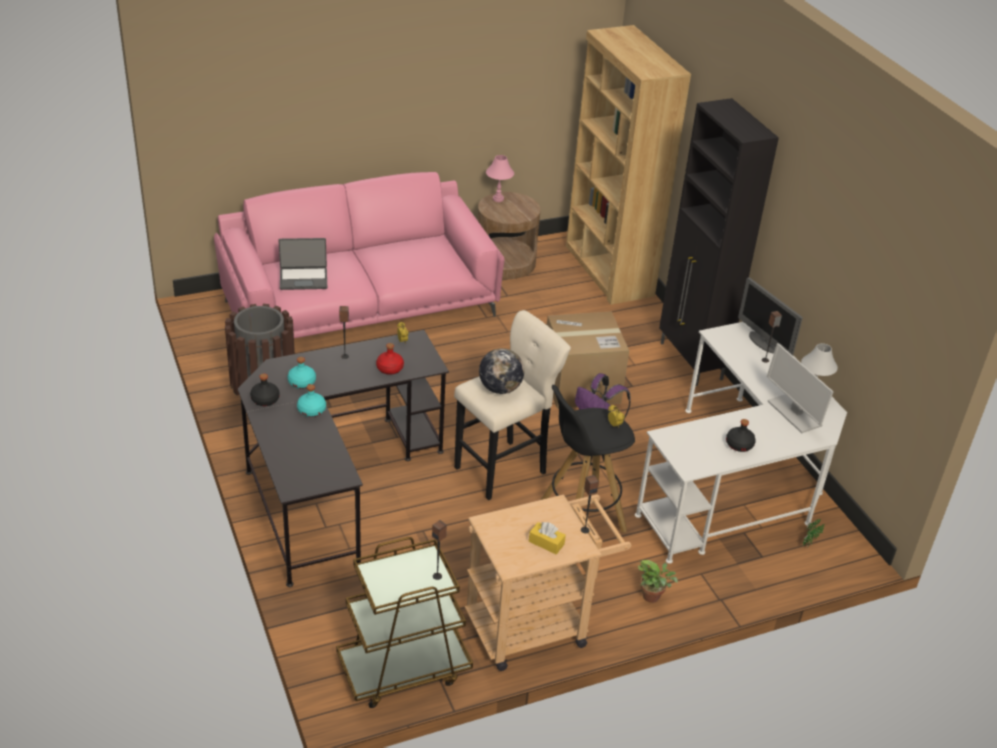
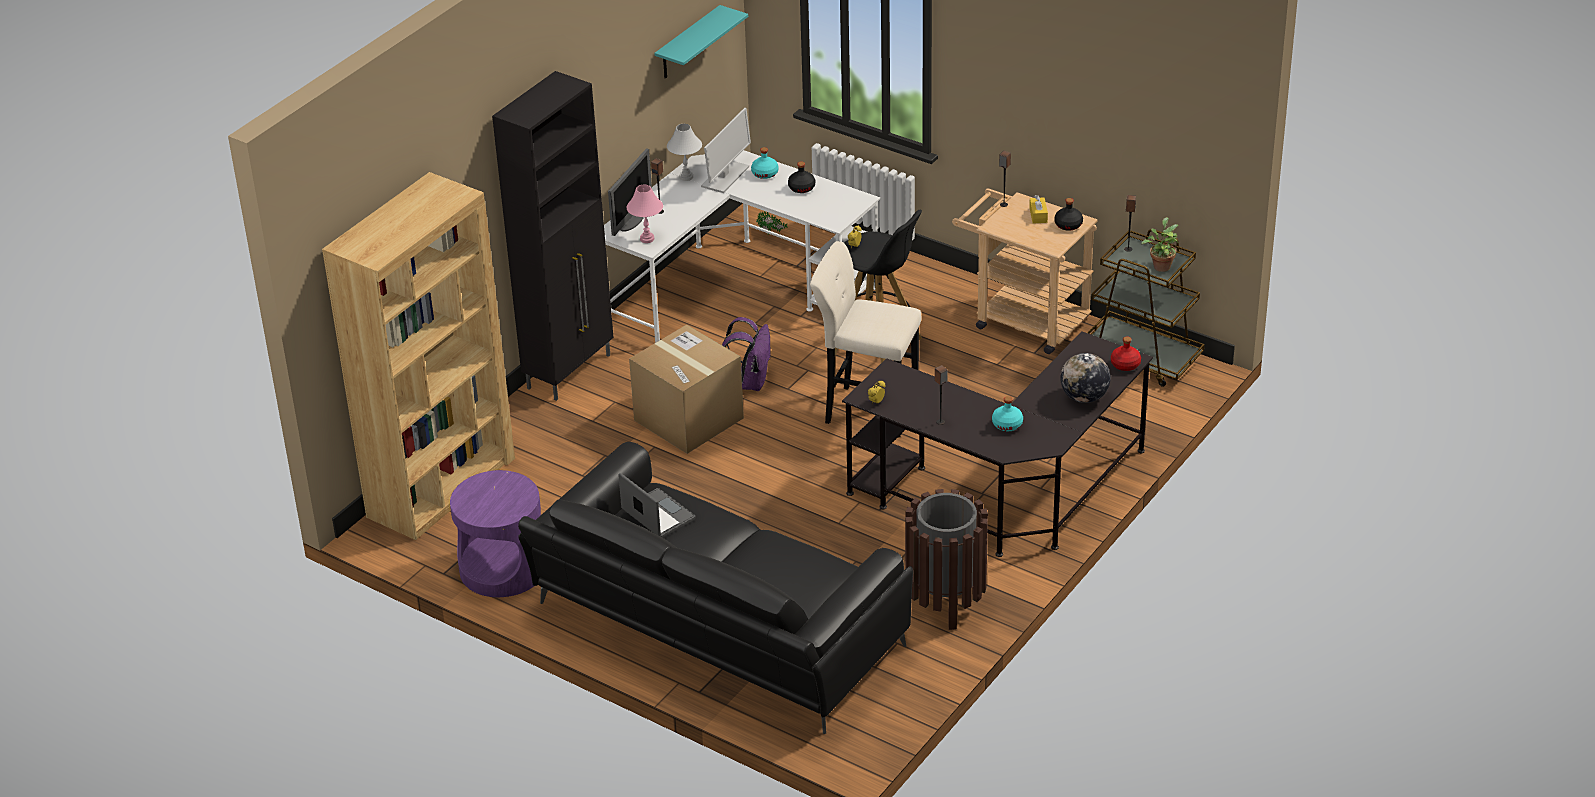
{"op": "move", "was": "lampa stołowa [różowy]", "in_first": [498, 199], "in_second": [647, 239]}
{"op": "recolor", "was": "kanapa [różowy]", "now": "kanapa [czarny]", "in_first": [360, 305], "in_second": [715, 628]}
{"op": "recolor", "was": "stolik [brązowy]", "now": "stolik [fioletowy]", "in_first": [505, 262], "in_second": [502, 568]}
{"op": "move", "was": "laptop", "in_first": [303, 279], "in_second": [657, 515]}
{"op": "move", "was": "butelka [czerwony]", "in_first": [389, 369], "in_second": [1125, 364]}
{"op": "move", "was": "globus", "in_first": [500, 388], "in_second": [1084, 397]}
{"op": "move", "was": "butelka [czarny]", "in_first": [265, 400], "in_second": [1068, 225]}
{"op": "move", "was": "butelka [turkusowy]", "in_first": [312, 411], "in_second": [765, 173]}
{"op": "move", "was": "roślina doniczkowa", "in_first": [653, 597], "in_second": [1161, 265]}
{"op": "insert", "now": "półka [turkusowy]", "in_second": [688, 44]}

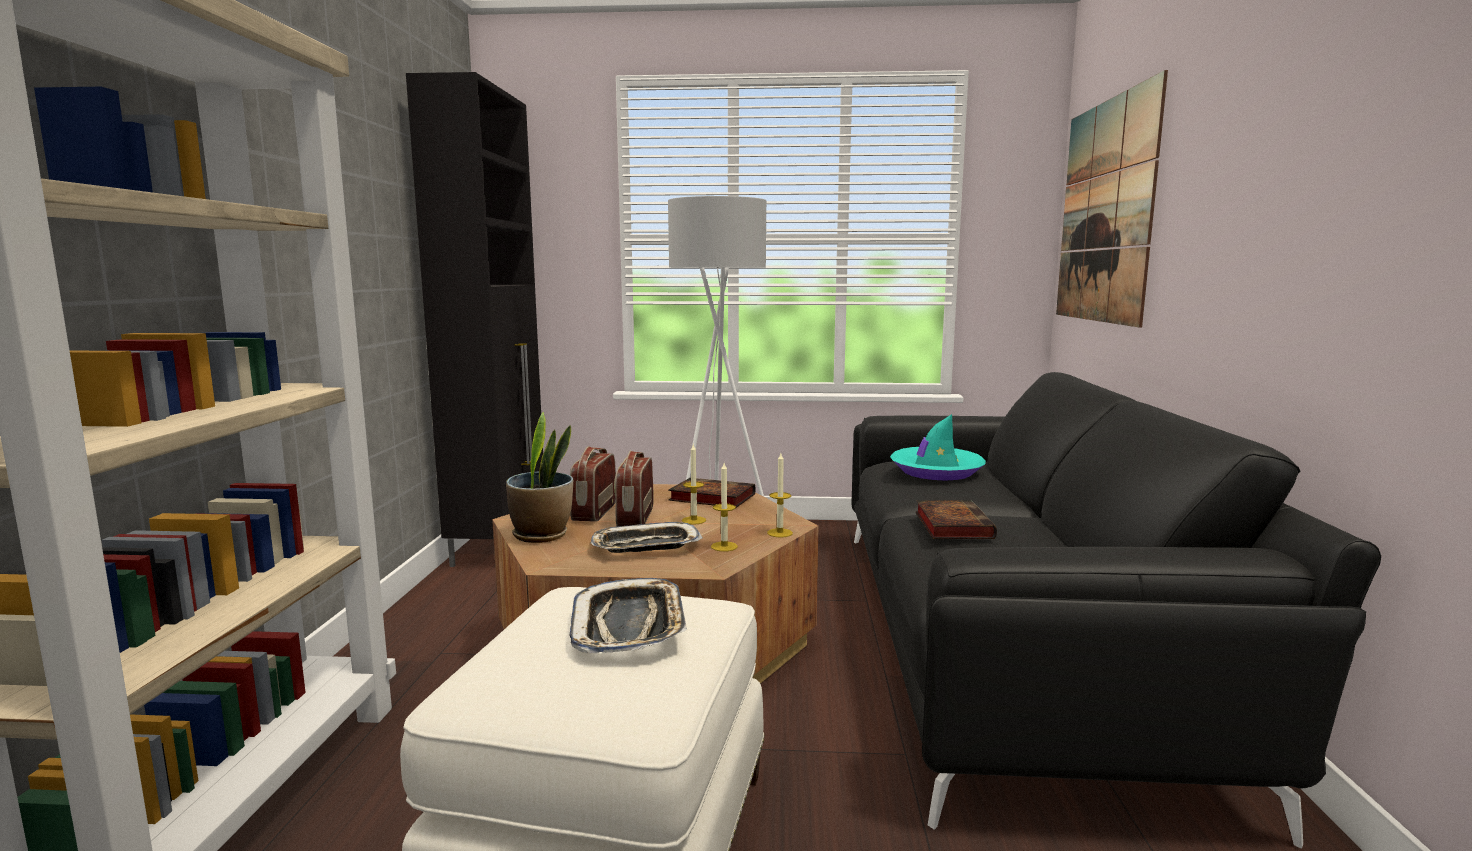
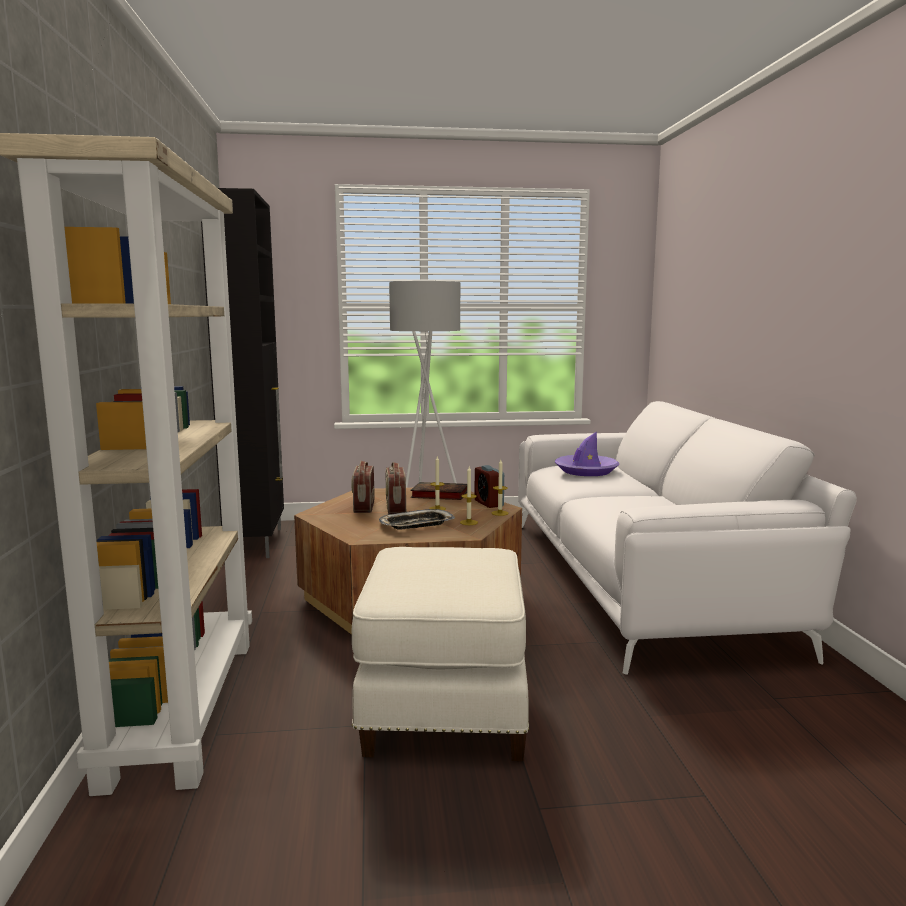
{"op": "delete", "was": "obraz", "in_first": [1105, 212]}
{"op": "recolor", "was": "kanapa [czarny]", "now": "kanapa [biały]", "in_first": [1007, 640], "in_second": [641, 579]}
{"op": "delete", "was": "roślina doniczkowa", "in_first": [542, 535]}
{"op": "recolor", "was": "kapelusz [turkusowy]", "now": "kapelusz [fioletowy]", "in_first": [936, 471], "in_second": [586, 471]}
{"op": "delete", "was": "książka", "in_first": [951, 525]}
{"op": "delete", "was": "taca", "in_first": [630, 625]}
{"op": "insert", "now": "budzik", "in_second": [488, 503]}

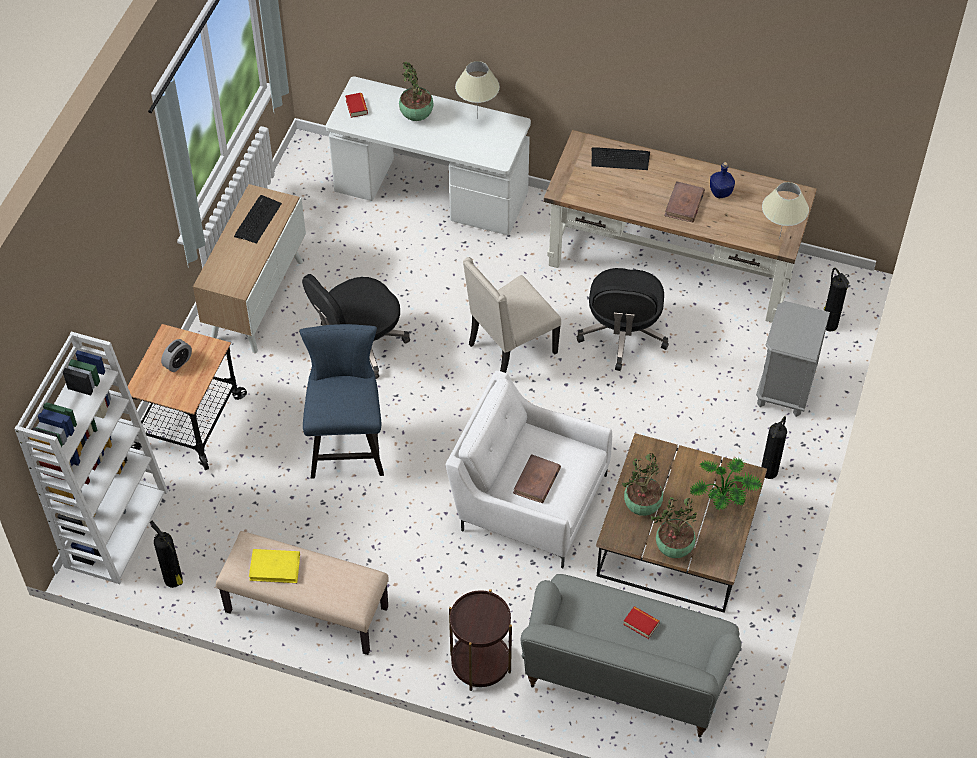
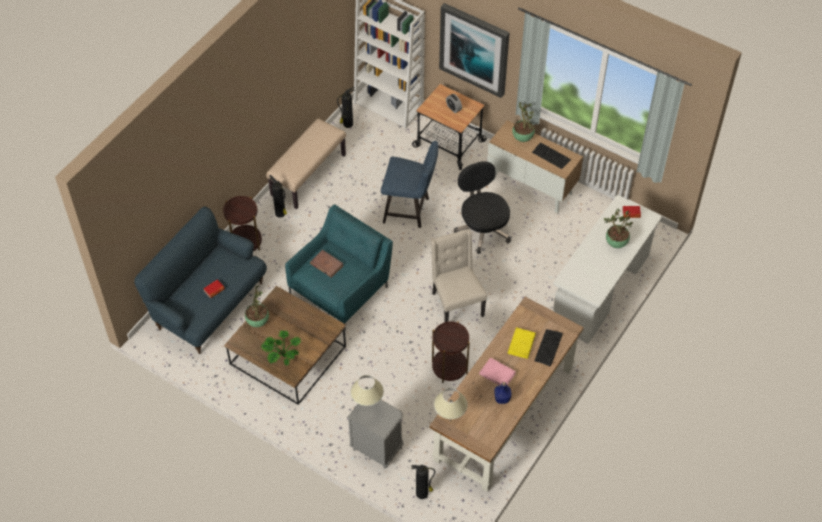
{"op": "move", "was": "lampa stołowa [beżowy]", "in_first": [477, 118], "in_second": [368, 408]}
{"op": "recolor", "was": "książka [brązowy]", "now": "książka [różowy]", "in_first": [684, 204], "in_second": [497, 374]}
{"op": "replace", "was": "krzesło biurowe [czarny]", "now": "stolik [brązowy]", "in_first": [622, 335], "in_second": [449, 367]}
{"op": "recolor", "was": "fotel [biały]", "now": "fotel [turkusowy]", "in_first": [528, 500], "in_second": [341, 287]}
{"op": "move", "was": "gaśnica", "in_first": [769, 471], "in_second": [281, 214]}
{"op": "move", "was": "roślina doniczkowa", "in_first": [641, 507], "in_second": [522, 137]}
{"op": "move", "was": "książka [żółty]", "in_first": [275, 567], "in_second": [521, 344]}
{"op": "recolor", "was": "kanapa [szary]", "now": "kanapa [niebieski]", "in_first": [626, 678], "in_second": [209, 305]}
{"op": "insert", "now": "obraz", "in_second": [474, 49]}

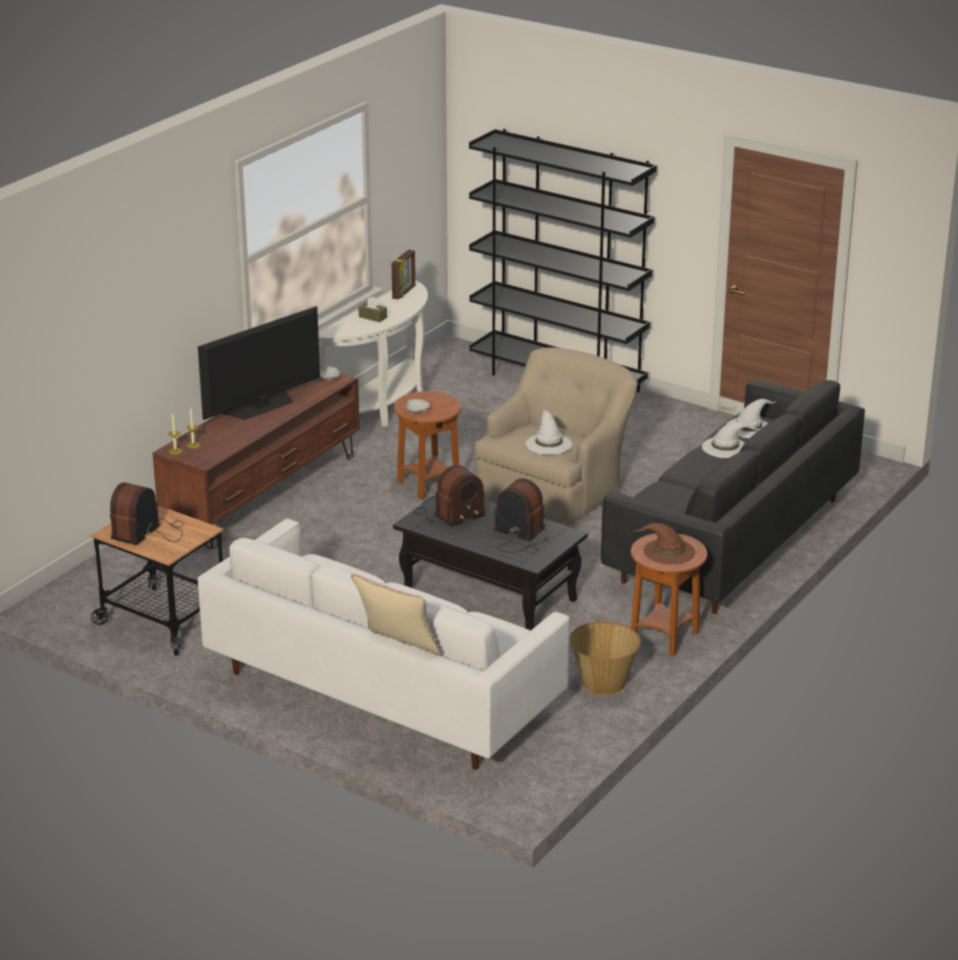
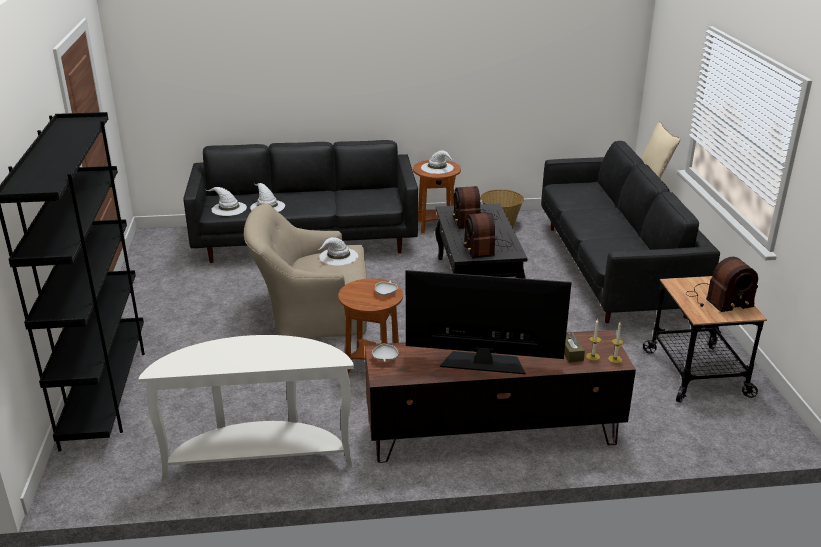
{"op": "delete", "was": "ramka na zdjęcie", "in_first": [404, 292]}
{"op": "move", "was": "pudełko chusteczek [brązowy]", "in_first": [372, 317], "in_second": [571, 354]}
{"op": "rotate", "was": "radio", "in_first": [448, 513], "in_second": [485, 247], "clockwise": -120}
{"op": "recolor", "was": "kanapa [biały]", "now": "kanapa [czarny]", "in_first": [384, 692], "in_second": [612, 270]}
{"op": "recolor", "was": "kapelusz [brązowy]", "now": "kapelusz [biały]", "in_first": [668, 551], "in_second": [437, 167]}

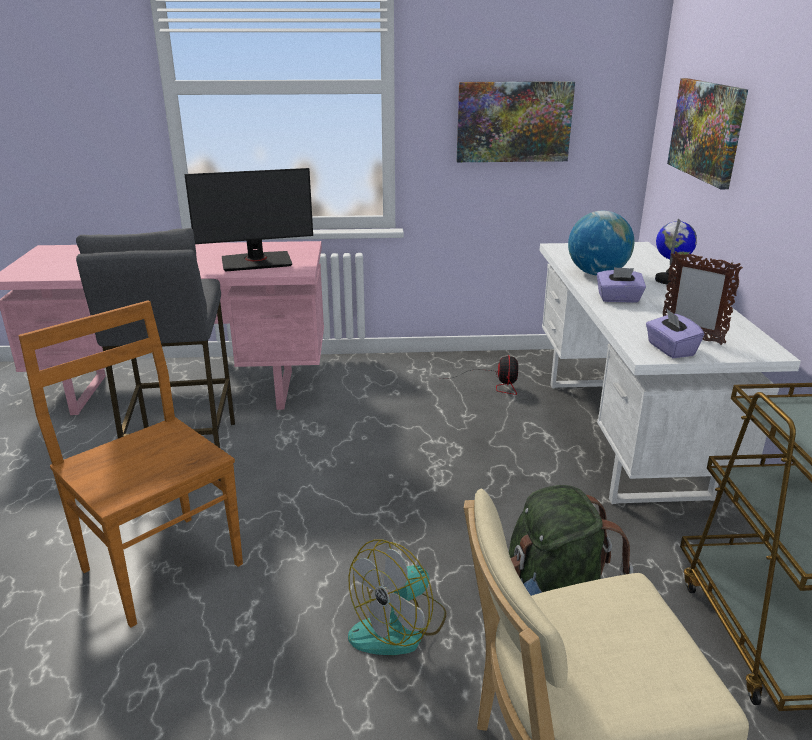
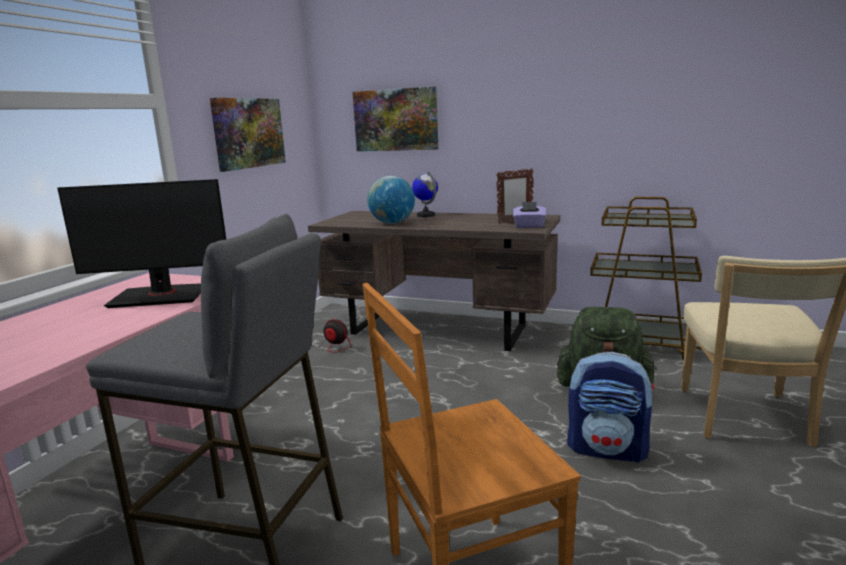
{"op": "rotate", "was": "monitor", "in_first": [256, 262], "in_second": [160, 296], "clockwise": 75}
{"op": "recolor", "was": "biurko [biały]", "now": "biurko [brązowy]", "in_first": [623, 435], "in_second": [439, 330]}
{"op": "delete", "was": "pudełko chusteczek [fioletowy]", "in_first": [618, 299]}
{"op": "replace", "was": "wentylator", "now": "plecak", "in_first": [399, 626], "in_second": [608, 449]}

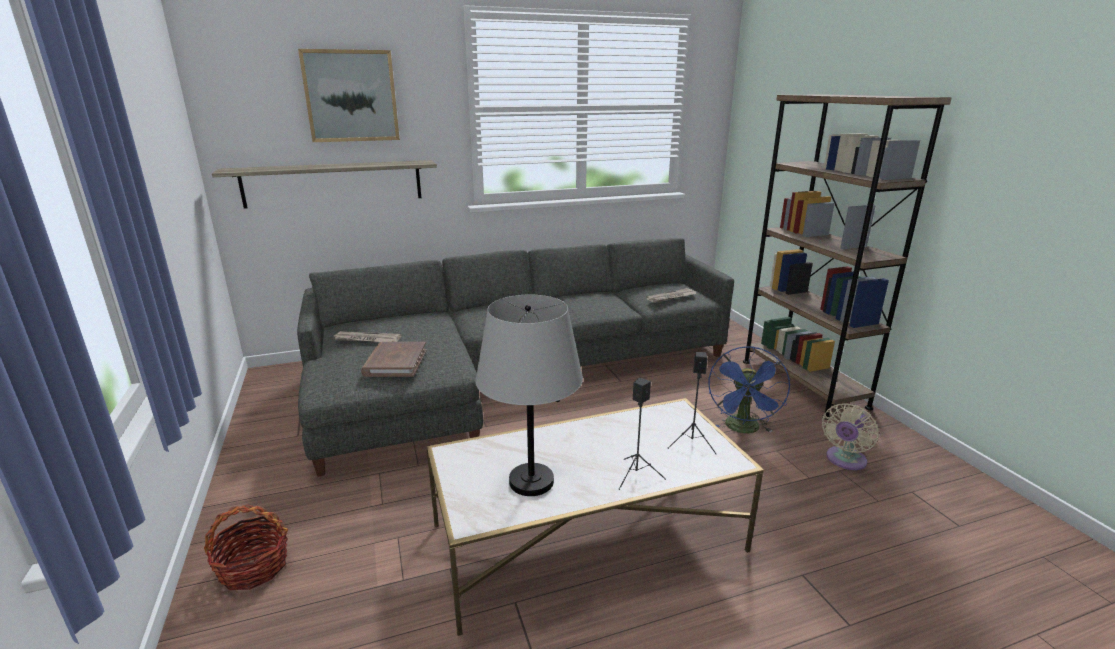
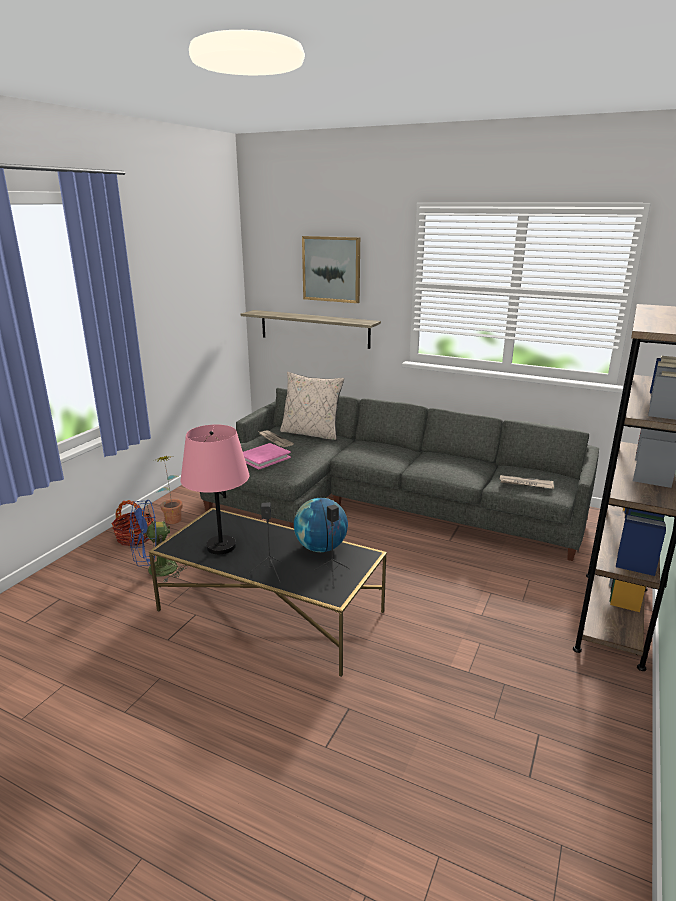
{"op": "recolor", "was": "lampa stołowa [szary]", "now": "lampa stołowa [różowy]", "in_first": [530, 482], "in_second": [220, 546]}
{"op": "recolor", "was": "książka [brązowy]", "now": "książka [różowy]", "in_first": [395, 362], "in_second": [264, 458]}
{"op": "move", "was": "wentylator [niebieski]", "in_first": [743, 429], "in_second": [156, 571]}
{"op": "recolor", "was": "ława [biały]", "now": "ława [czarny]", "in_first": [587, 537], "in_second": [271, 611]}
{"op": "delete", "was": "wentylator [beżowy]", "in_first": [844, 460]}
{"op": "insert", "now": "poduszka [beżowy]", "in_second": [311, 433]}
{"op": "insert", "now": "roślina doniczkowa", "in_second": [172, 517]}
{"op": "insert", "now": "globus", "in_second": [321, 548]}

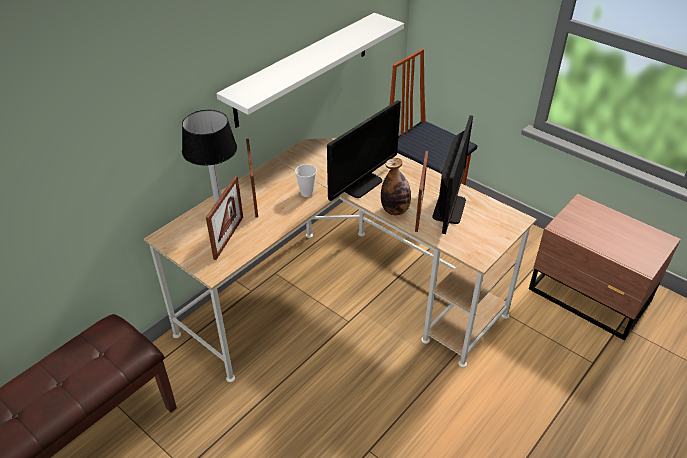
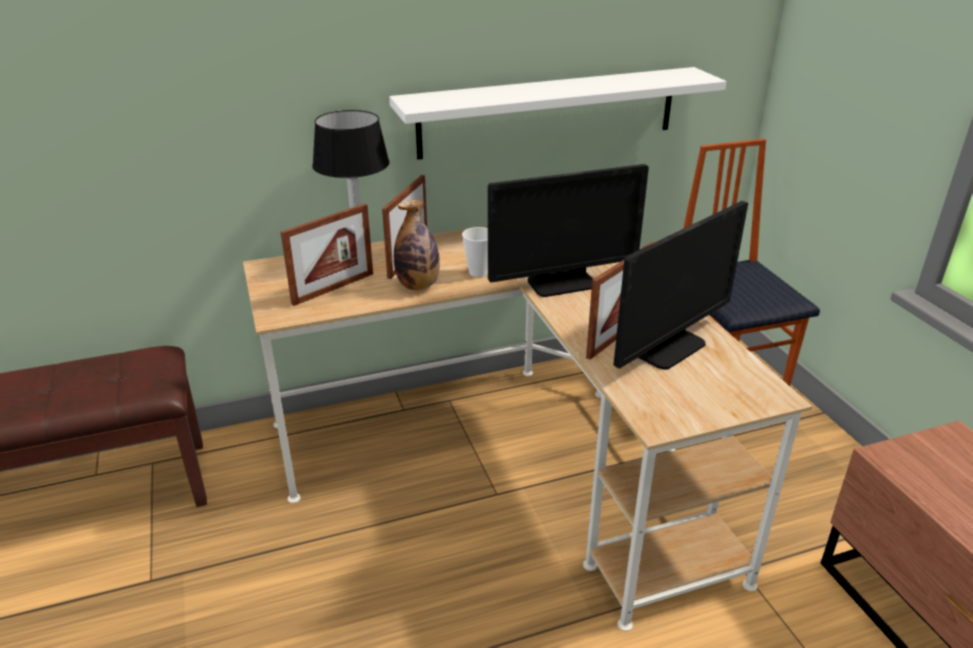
{"op": "move", "was": "butelka", "in_first": [395, 210], "in_second": [418, 285]}

